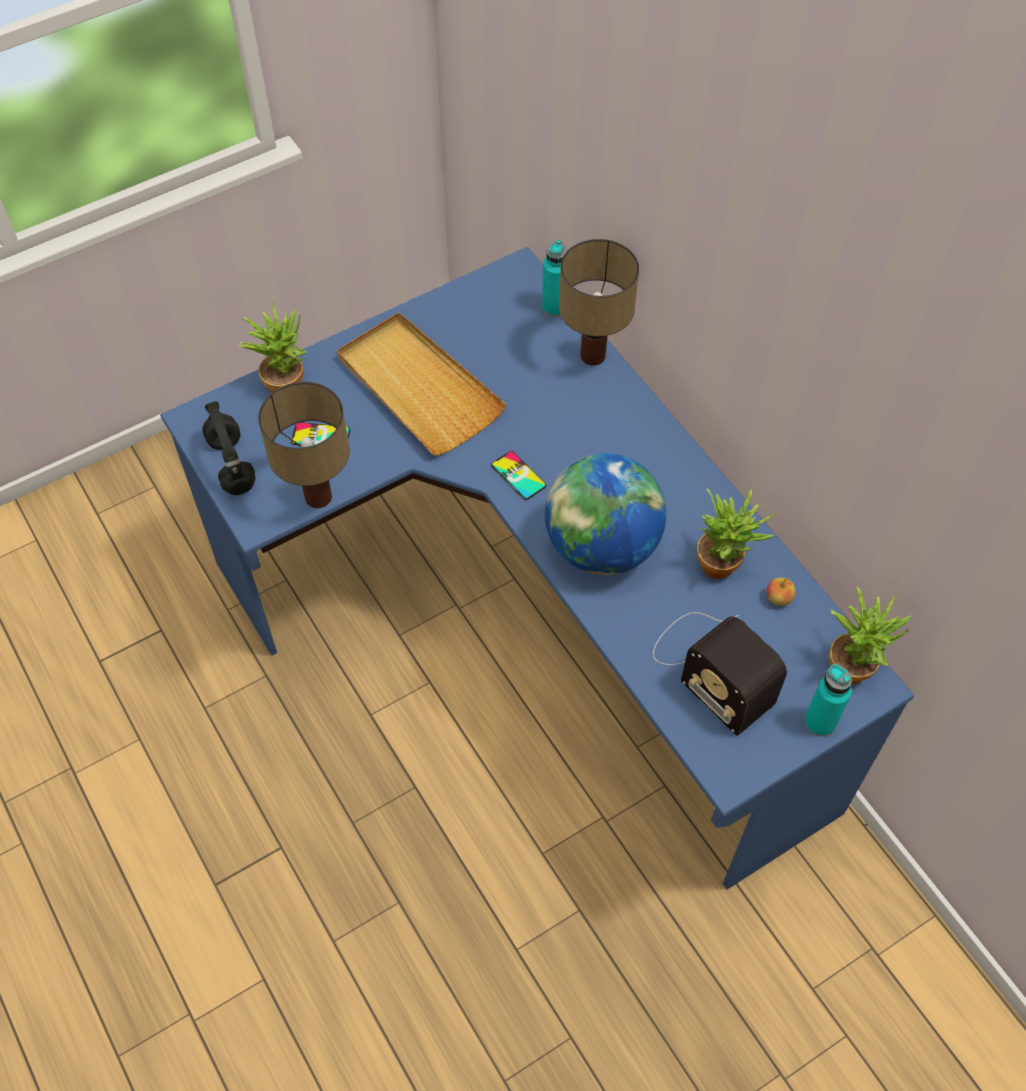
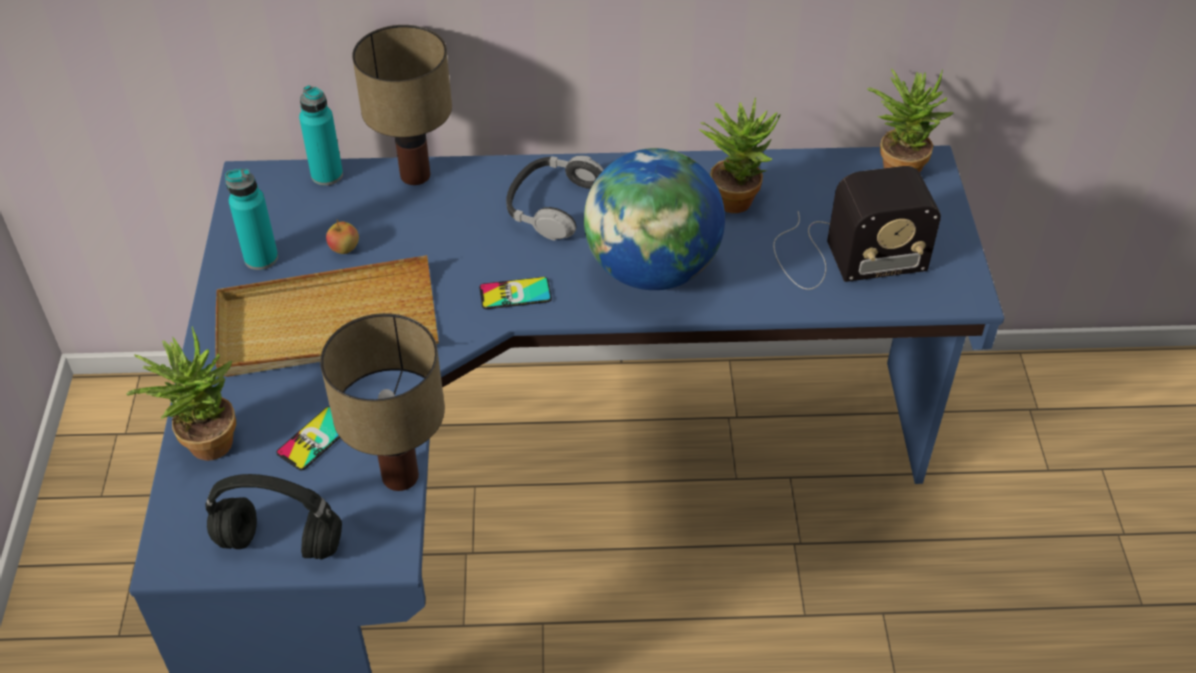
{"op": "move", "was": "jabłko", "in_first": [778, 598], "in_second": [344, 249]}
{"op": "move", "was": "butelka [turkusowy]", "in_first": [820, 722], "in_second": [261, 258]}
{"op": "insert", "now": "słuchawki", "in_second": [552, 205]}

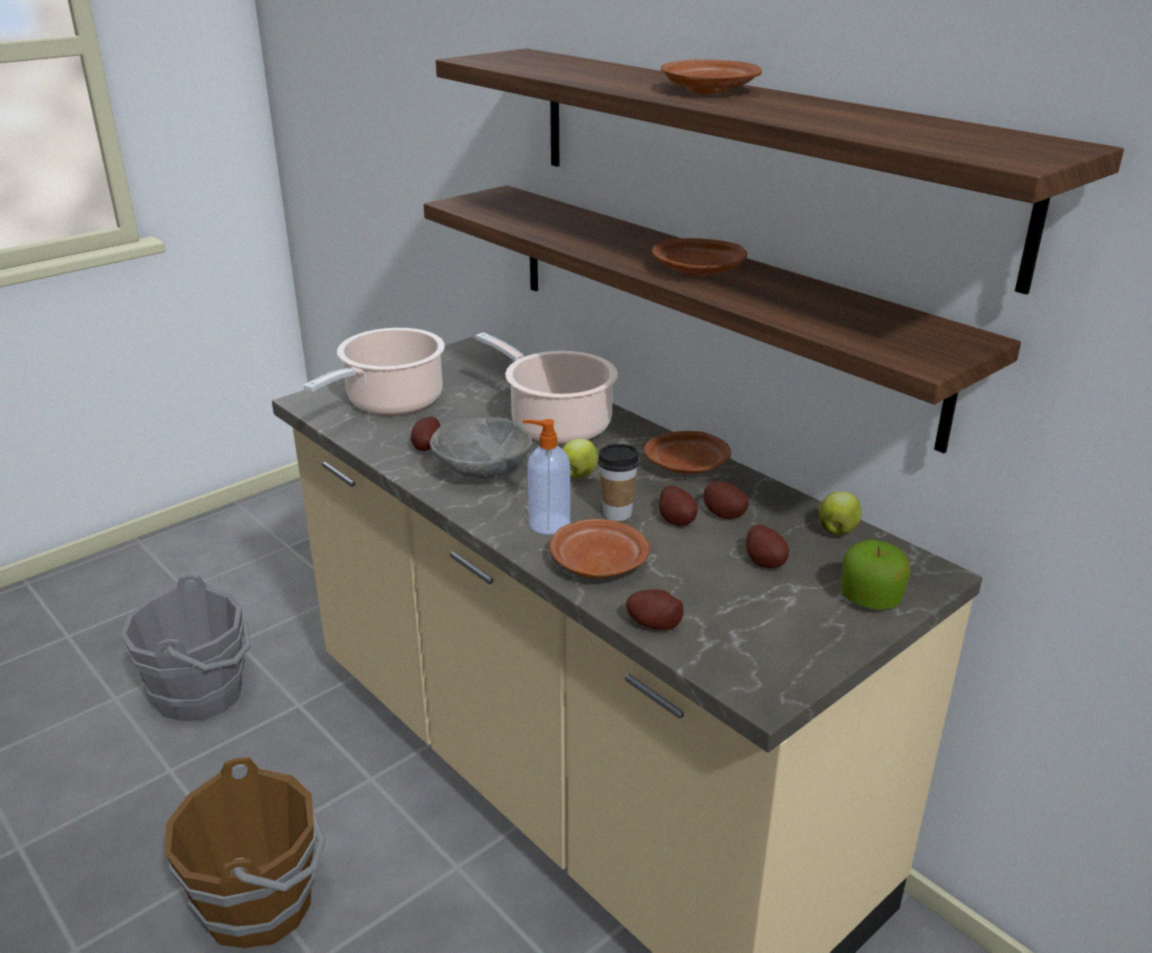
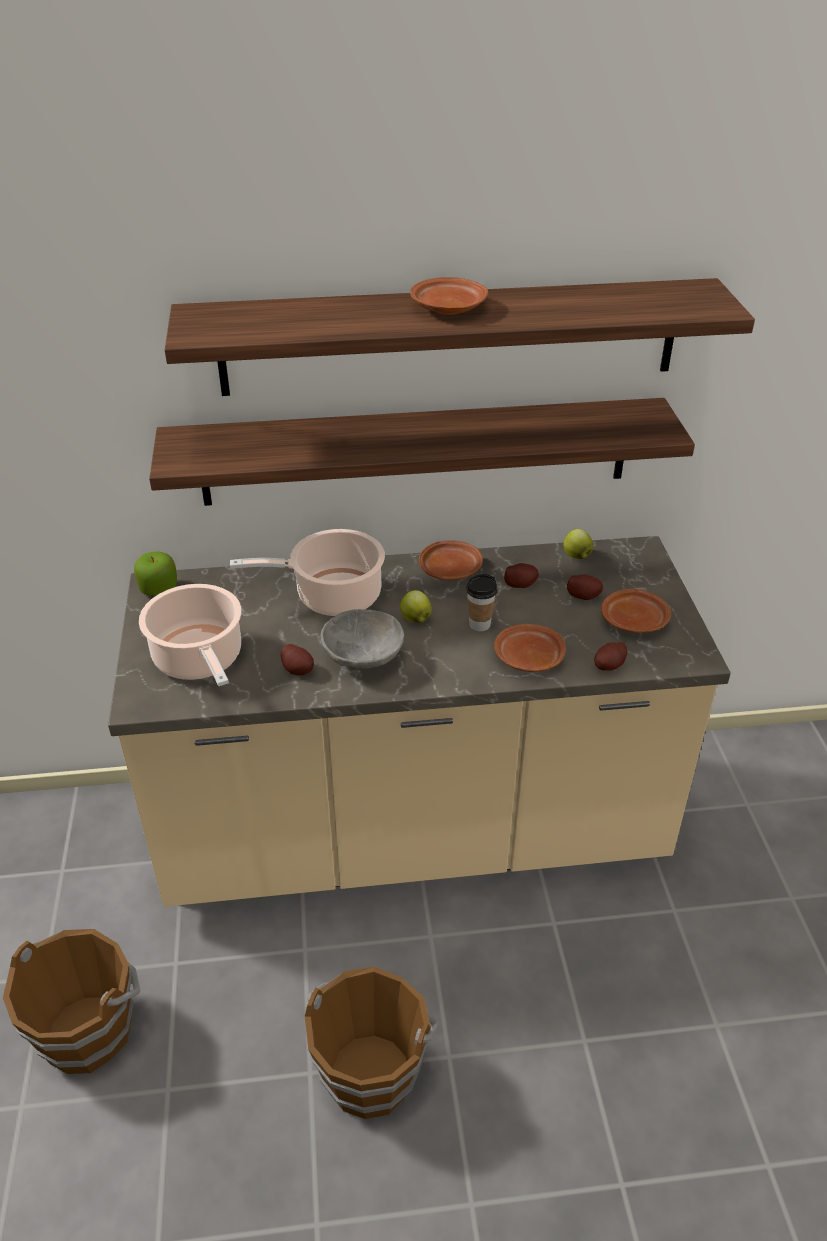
{"op": "move", "was": "talerz [brązowy]", "in_first": [699, 271], "in_second": [634, 620]}
{"op": "delete", "was": "dozownik mydła", "in_first": [547, 524]}
{"op": "delete", "was": "ziemniak", "in_first": [677, 520]}
{"op": "move", "was": "jabłko", "in_first": [870, 599], "in_second": [158, 588]}
{"op": "recolor", "was": "wiadro [szary]", "now": "wiadro [brązowy]", "in_first": [202, 693], "in_second": [89, 1030]}

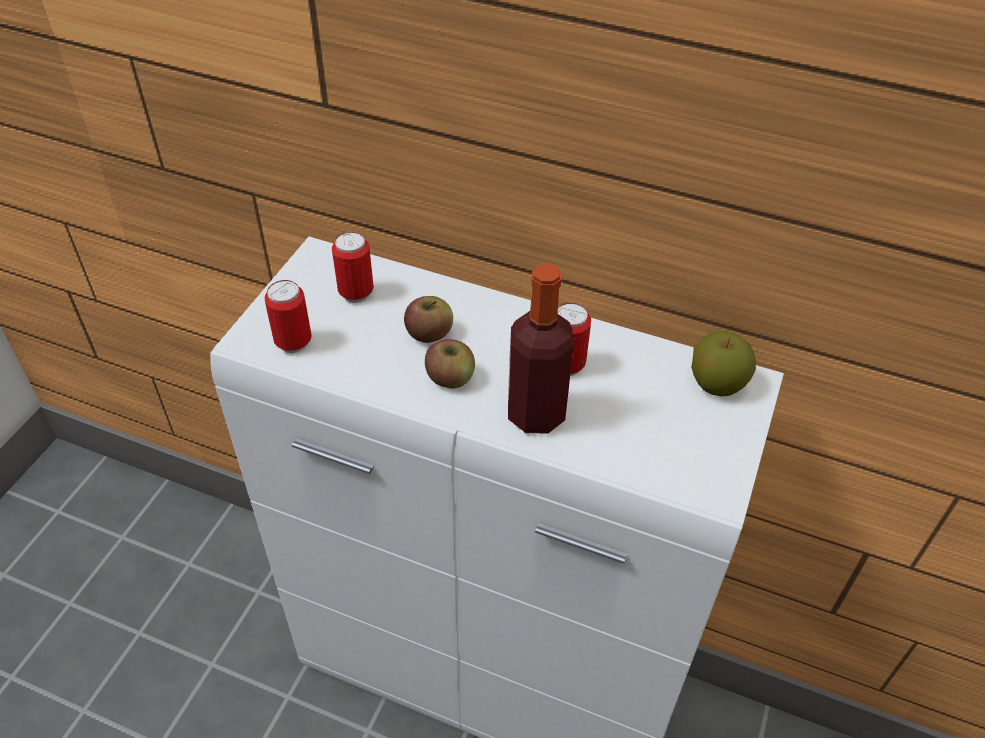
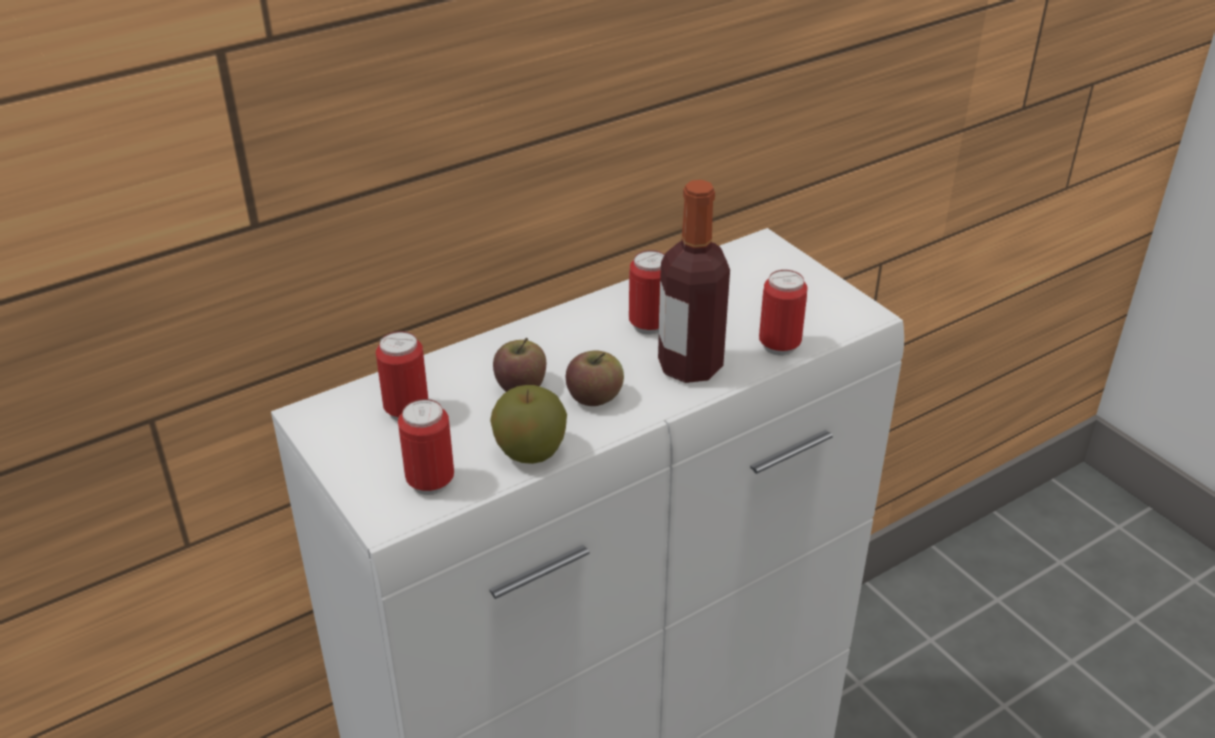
{"op": "move", "was": "jabłko", "in_first": [716, 383], "in_second": [530, 452]}
{"op": "insert", "now": "puszka", "in_second": [779, 345]}

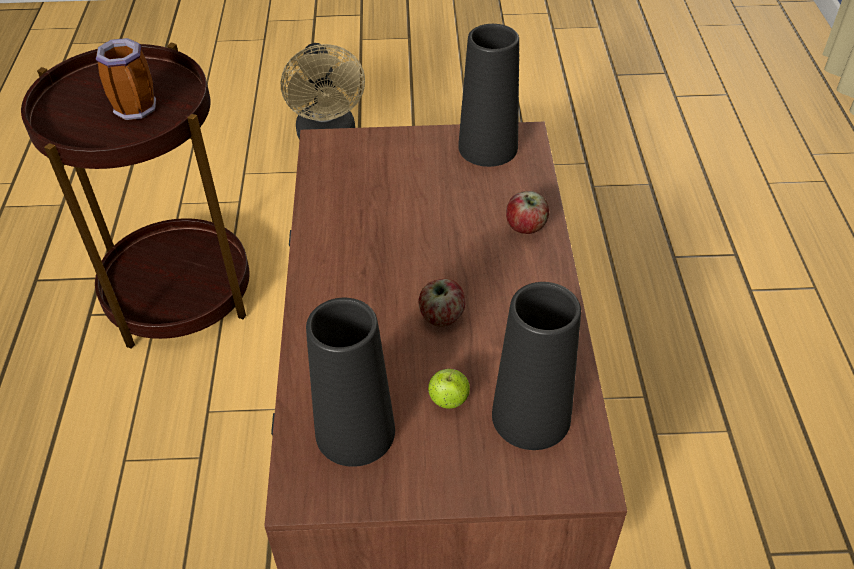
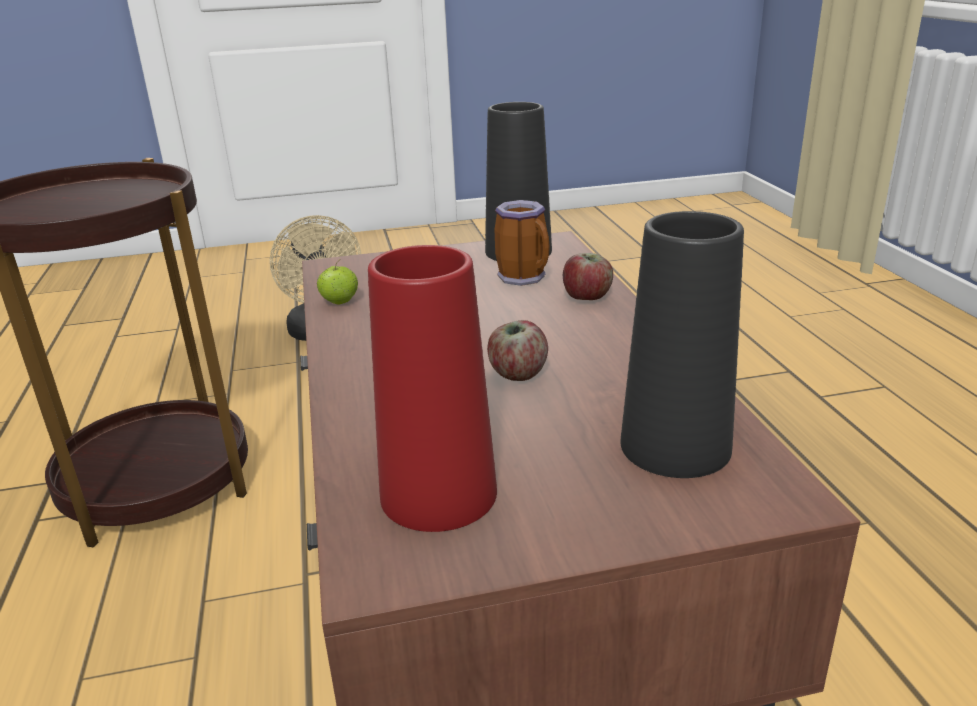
{"op": "move", "was": "kubek", "in_first": [139, 110], "in_second": [526, 278]}
{"op": "recolor", "was": "wazon [czarny]", "now": "wazon [czerwony]", "in_first": [355, 432], "in_second": [438, 494]}
{"op": "move", "was": "jabłko", "in_first": [448, 400], "in_second": [339, 302]}

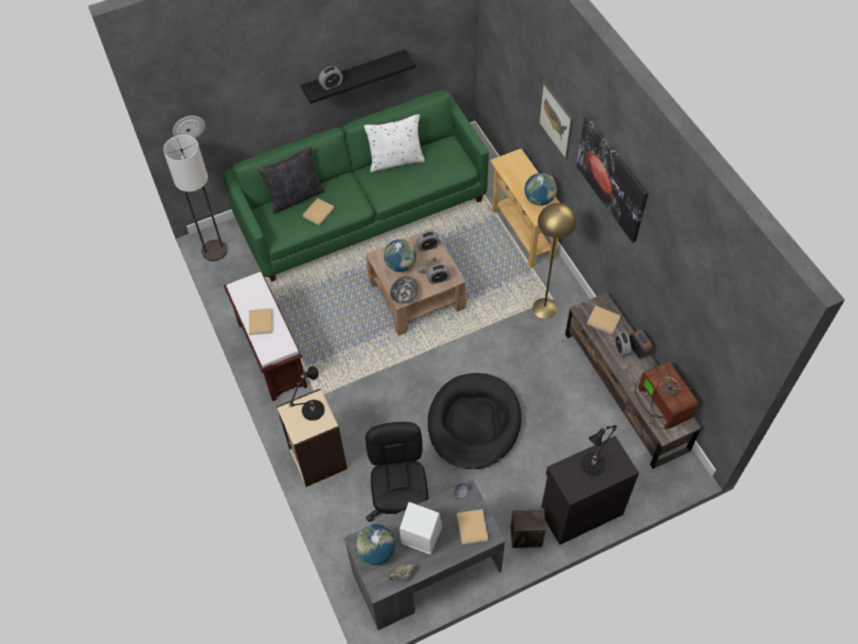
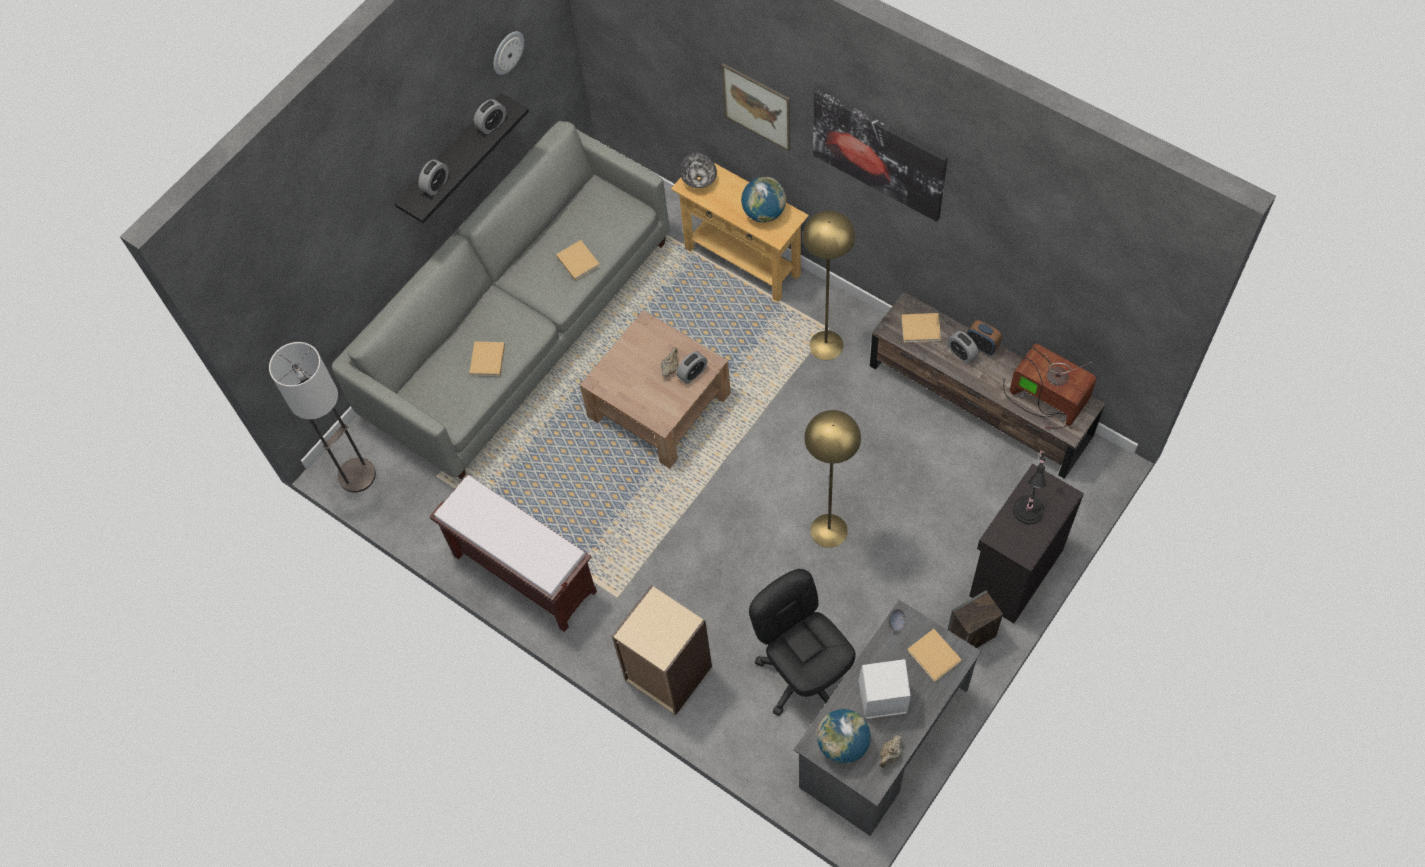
{"op": "recolor", "was": "kanapa [zielony]", "now": "kanapa [szary]", "in_first": [362, 210], "in_second": [518, 328]}
{"op": "delete", "was": "poduszka [biały]", "in_first": [395, 160]}
{"op": "move", "was": "zegar ścienny", "in_first": [188, 127], "in_second": [507, 52]}
{"op": "delete", "was": "poduszka [czarny]", "in_first": [295, 197]}
{"op": "move", "was": "budzik", "in_first": [428, 246], "in_second": [492, 124]}
{"op": "delete", "was": "globus", "in_first": [400, 265]}
{"op": "move", "was": "miska", "in_first": [404, 295], "in_second": [698, 178]}
{"op": "move", "was": "książka [beżowy]", "in_first": [260, 321], "in_second": [577, 260]}
{"op": "delete", "was": "lampa stołowa [czarny]", "in_first": [311, 411]}
{"op": "replace", "was": "legowisko [czarny]", "now": "lampa stojąca [żółty]", "in_first": [474, 423], "in_second": [829, 531]}

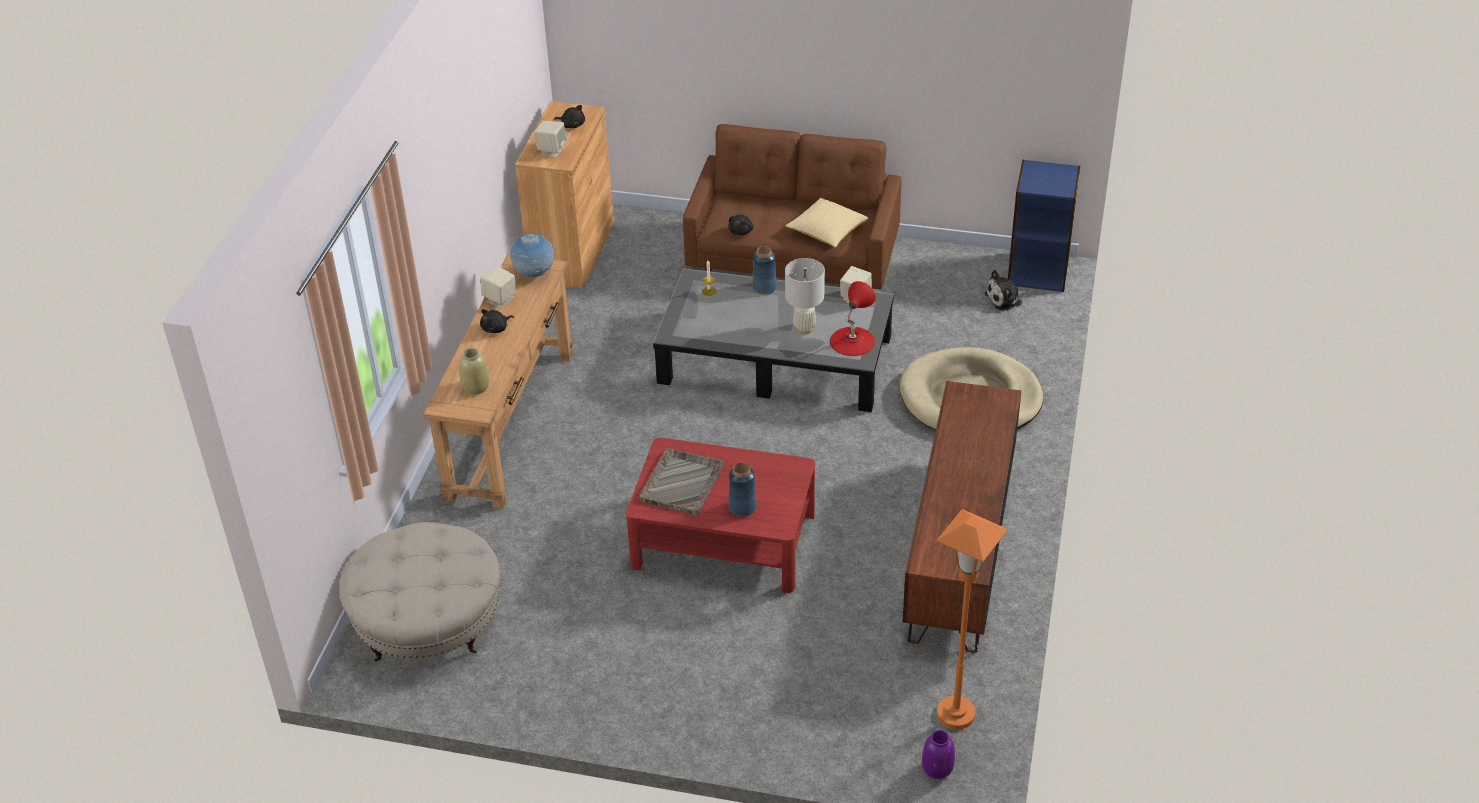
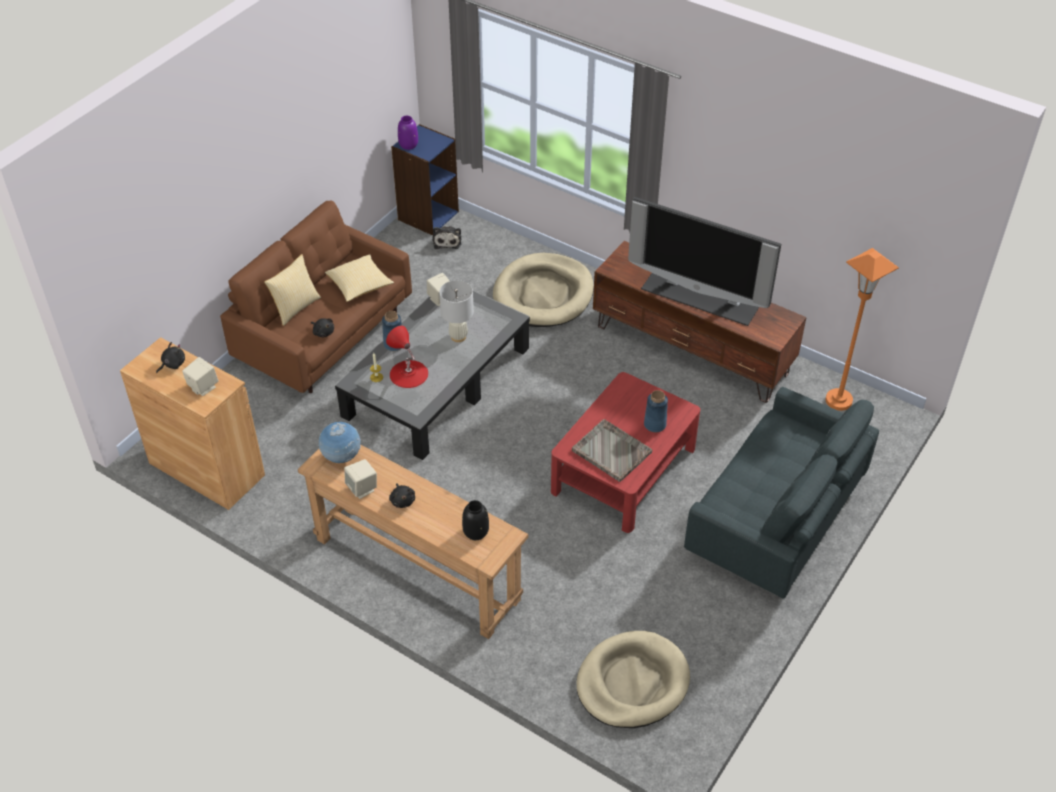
{"op": "move", "was": "lampa stołowa [czerwony]", "in_first": [852, 341], "in_second": [408, 374]}
{"op": "recolor", "was": "wazon [beżowy]", "now": "wazon [czarny]", "in_first": [475, 387], "in_second": [476, 532]}
{"op": "replace", "was": "pufa [beżowy]", "now": "legowisko [beżowy]", "in_first": [428, 622], "in_second": [632, 682]}
{"op": "move", "was": "wazon [fioletowy]", "in_first": [937, 769], "in_second": [408, 145]}
{"op": "insert", "now": "telewizor", "in_second": [701, 296]}
{"op": "insert", "now": "poduszka", "in_second": [295, 307]}
{"op": "insert", "now": "kanapa [szary]", "in_second": [775, 520]}

